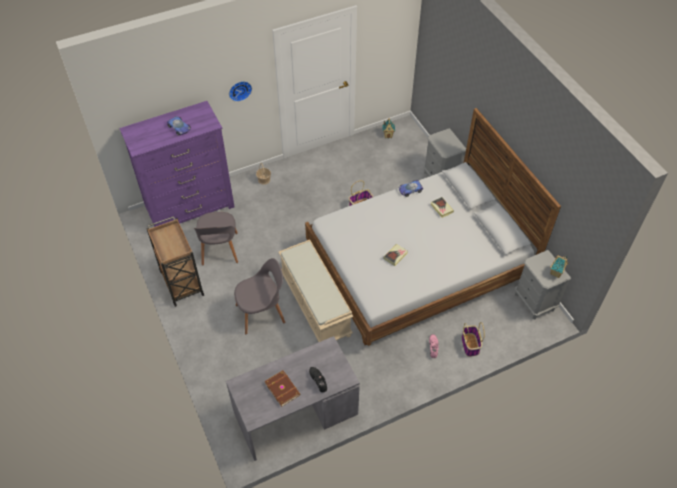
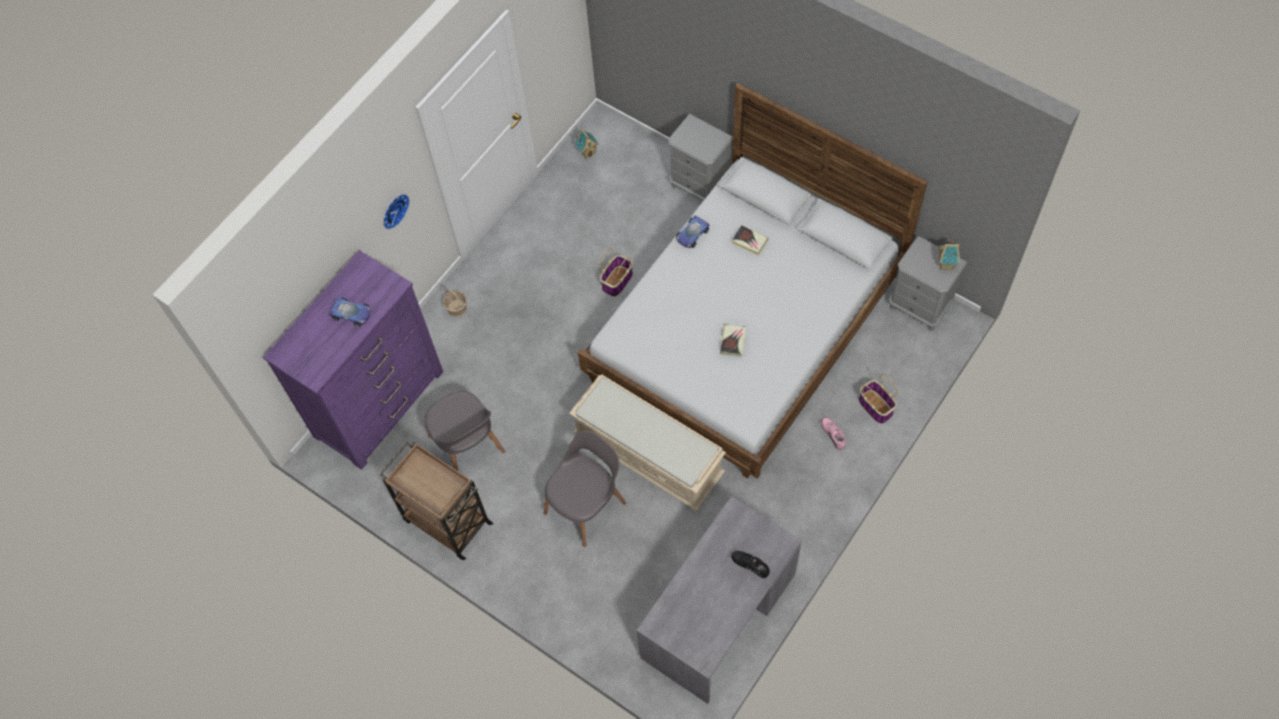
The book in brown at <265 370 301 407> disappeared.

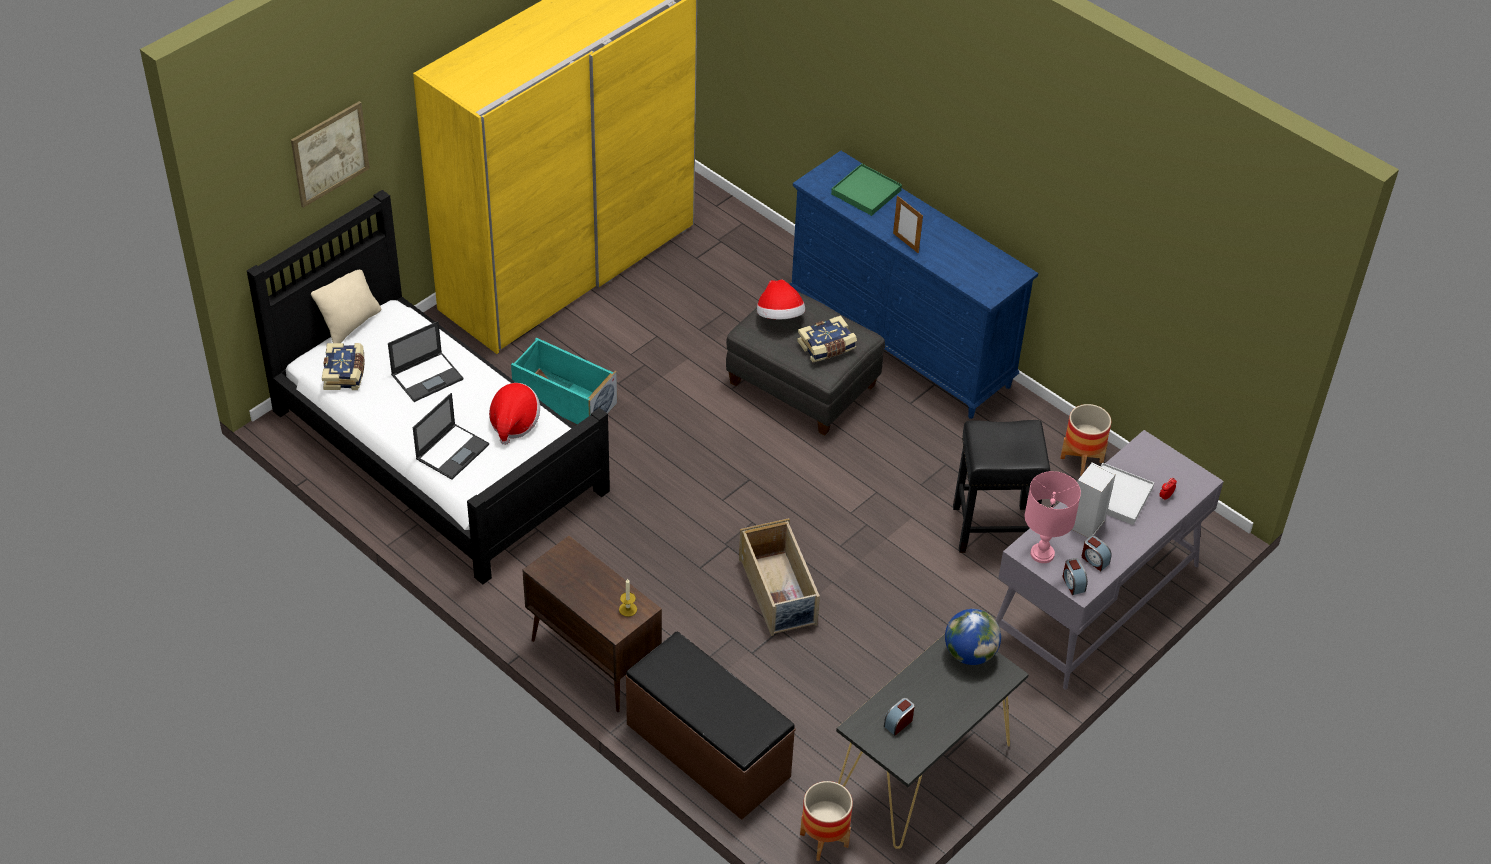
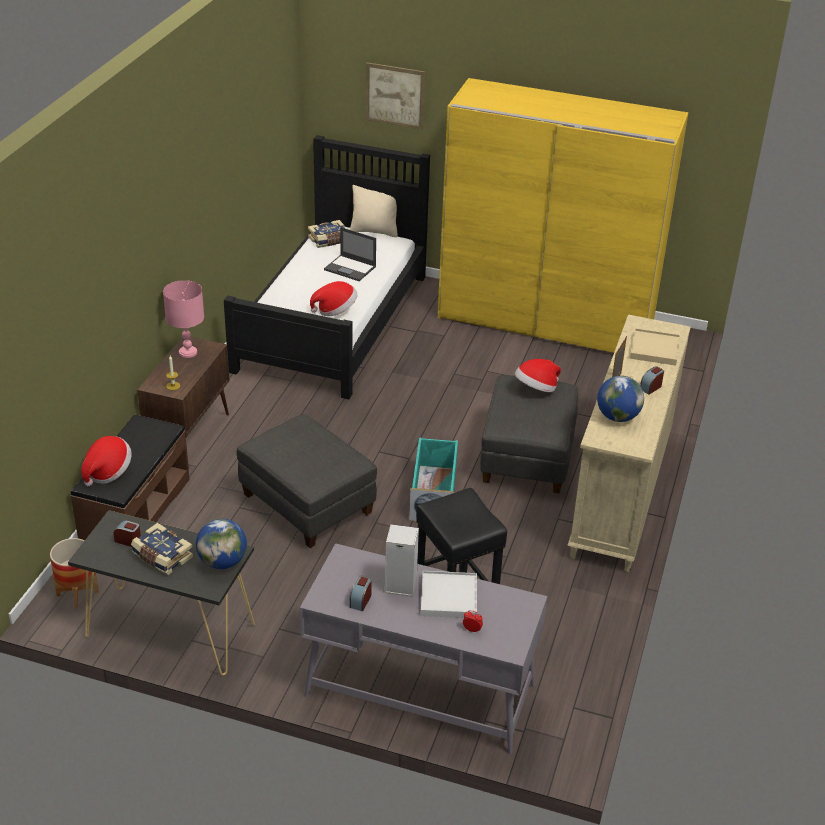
The hat at <81 436 132 486> appeared. The book moved from <797 315 857 363> to <131 523 193 575>. The table lamp in pink moved from <1025 471 1081 563> to <163 280 204 358>. The storage box in beige at <739 518 820 636> was replaced by the ottoman in grey at <236 414 377 548>. The storage box in turquoise moved from <511 338 617 424> to <409 437 458 521>. The dresser in blue at <790 151 1038 419> became the dresser in beige at <567 314 691 572>. The globe at <597 376 644 422> appeared. The tray in green at <831 164 902 216> became the tray in beige at <630 328 680 366>. The alarm clock moved from <1062 558 1088 595> to <640 366 664 395>. The laptop at <413 393 489 480> disappeared. The planter at <1060 404 1111 476> disappeared.

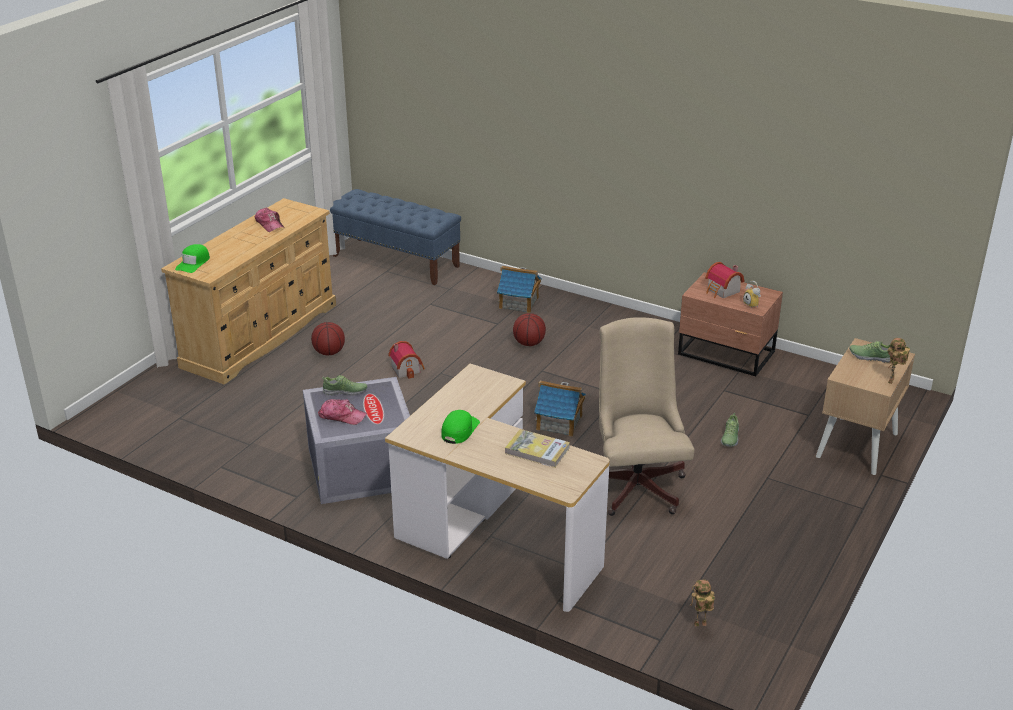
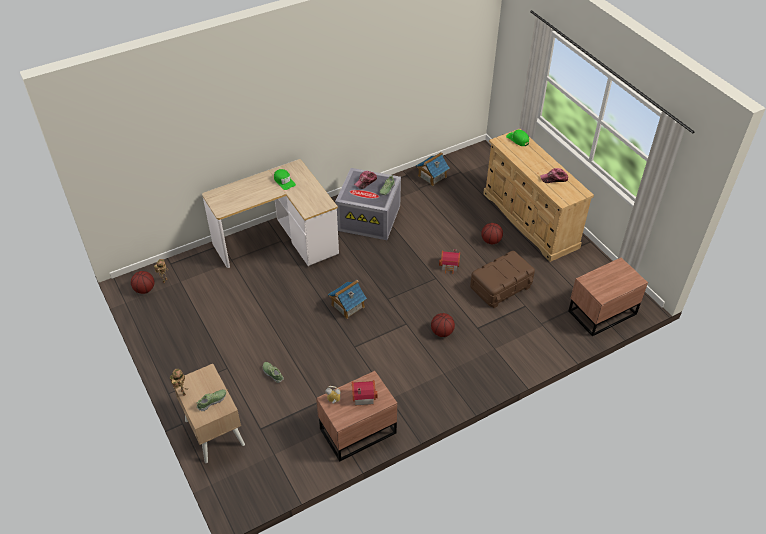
The basketball at <131 271 154 294> appeared. The toy house moved from <497 266 542 313> to <416 152 450 186>. The storage box in brown at <470 251 535 308> appeared. The bench in blue at <330 189 461 285> was replaced by the nightstand in brown at <568 257 648 336>. The book at <505 429 570 468> disappeared. The office chair in beige at <599 317 695 516> disappeared.

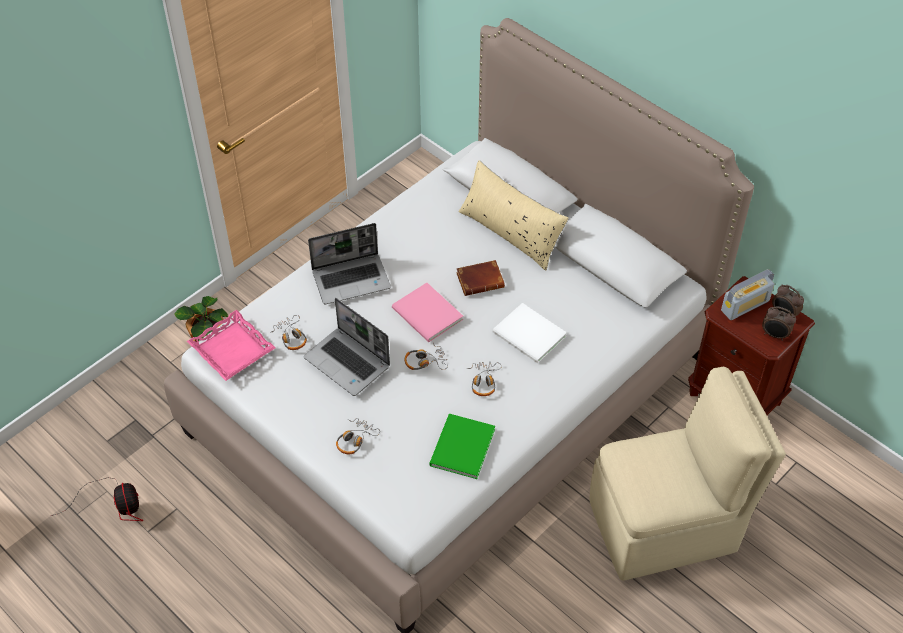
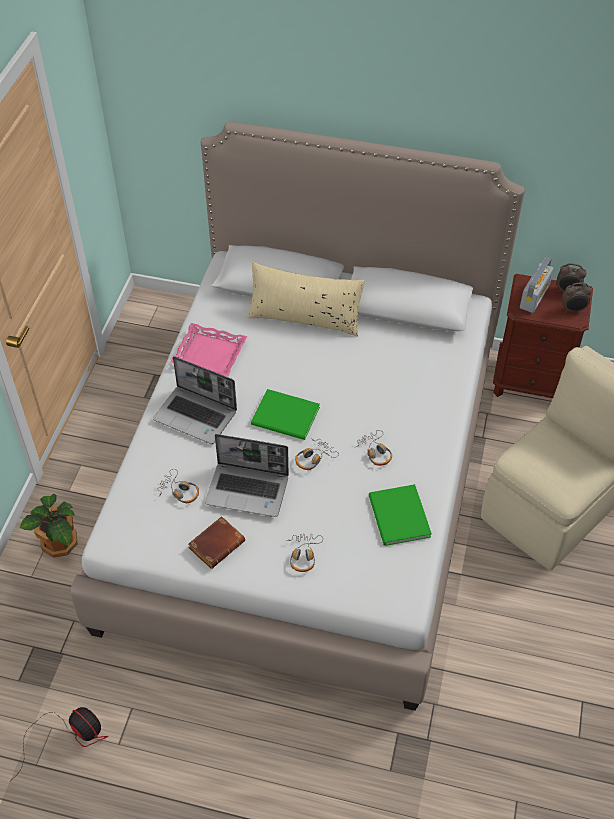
The laptop at <308 223 391 304> turned 75 degrees clockwise. The tray in pink moved from <187 310 276 381> to <170 323 247 377>. The book in brown moved from <456 260 505 296> to <188 516 245 569>. The book in pink at <392 283 463 342> became the book in green at <251 389 320 440>. The book in white at <493 303 567 363> disappeared.

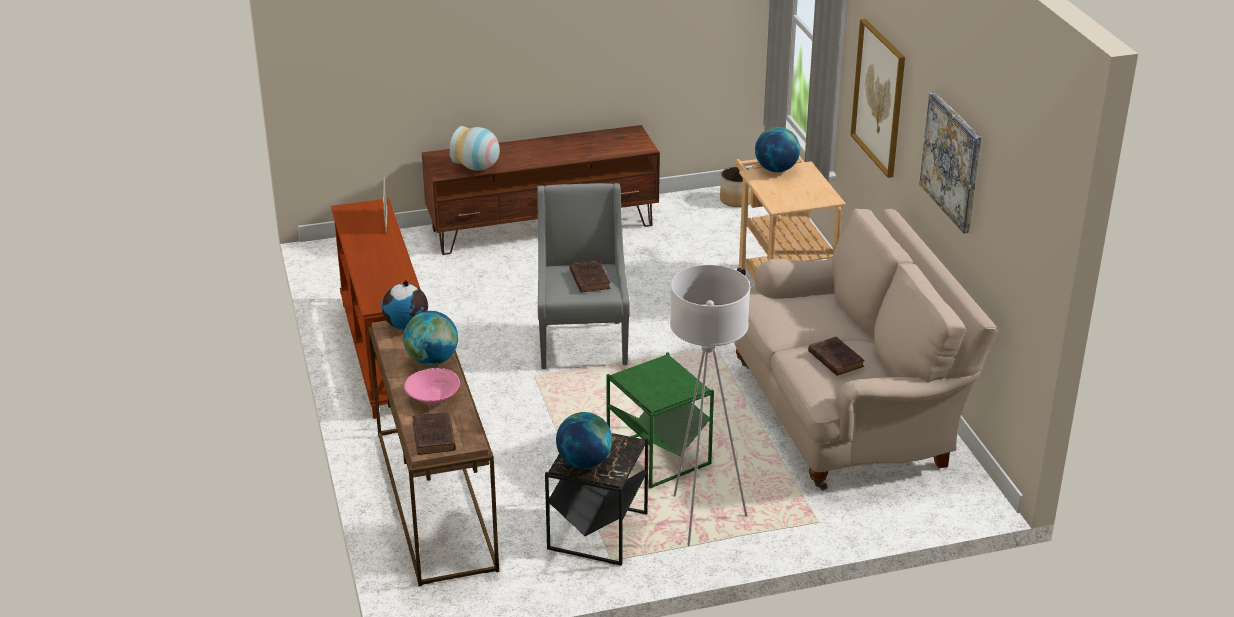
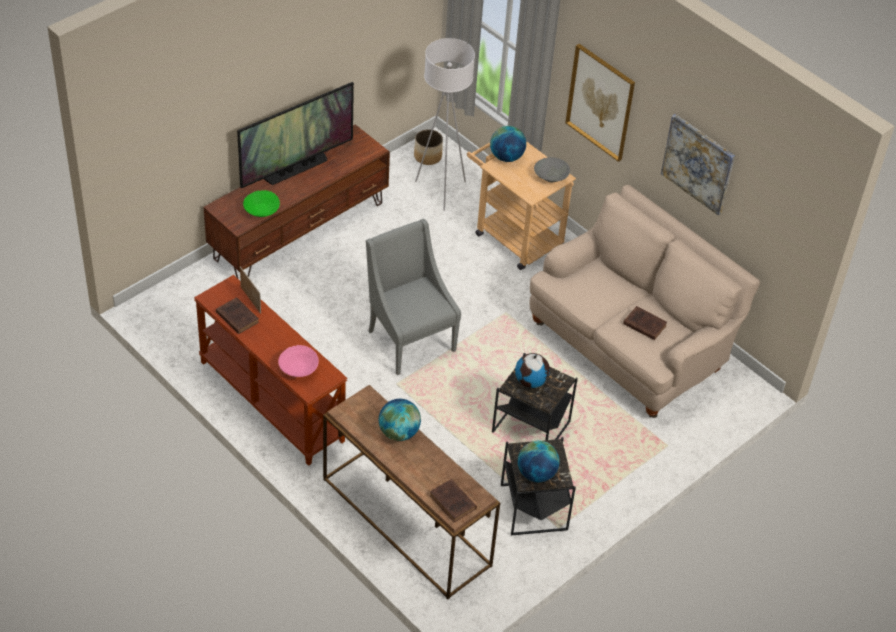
The book in brown moved from <569 260 610 293> to <216 297 259 334>. The television at <237 82 354 188> appeared. The vase at <449 126 500 171> was replaced by the bowl in green at <243 190 280 217>. The bowl in pink moved from <404 368 460 404> to <278 345 319 377>. The floor lamp in white moved from <670 265 750 546> to <415 38 475 211>. The side table in green at <606 352 714 488> became the side table in black at <492 353 578 440>. The globe moved from <382 280 428 330> to <515 353 550 388>. The bowl in grey at <534 157 570 182> appeared.

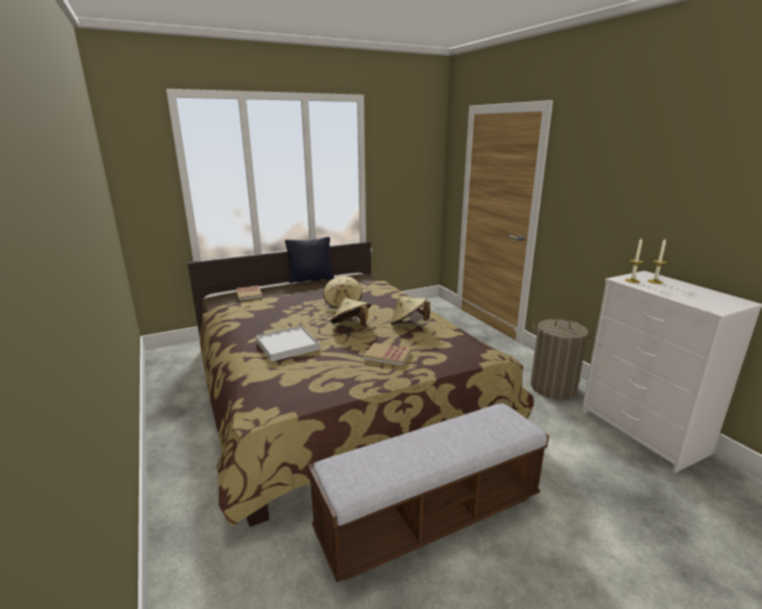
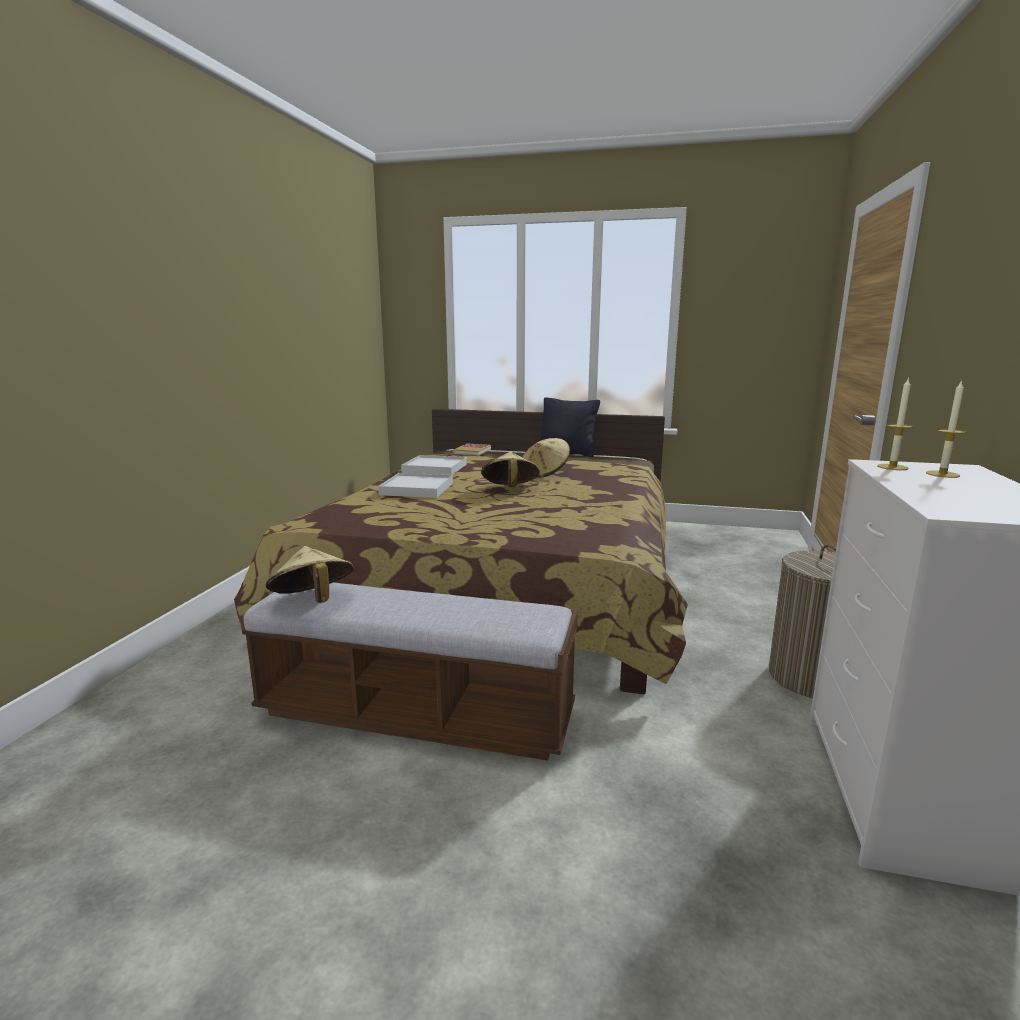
The hat in beige moved from <391 297 430 325> to <266 546 354 603>. The tray in white at <401 455 467 475> appeared. The book at <363 343 411 367> disappeared.

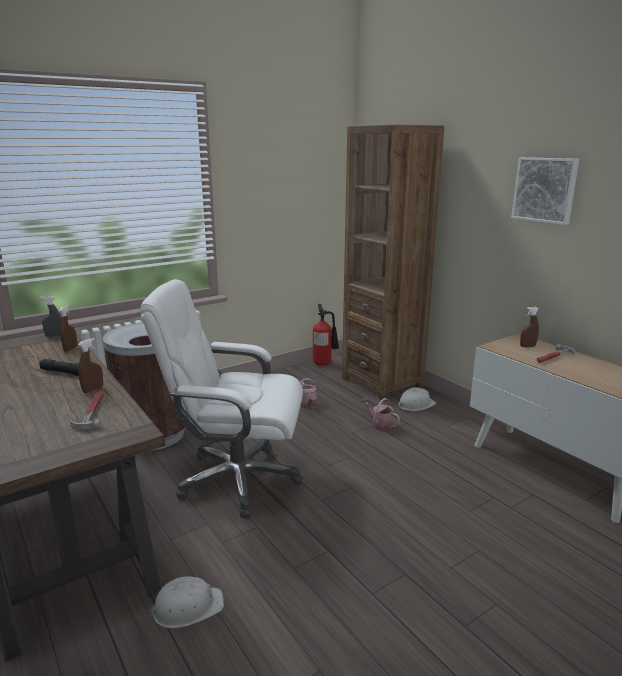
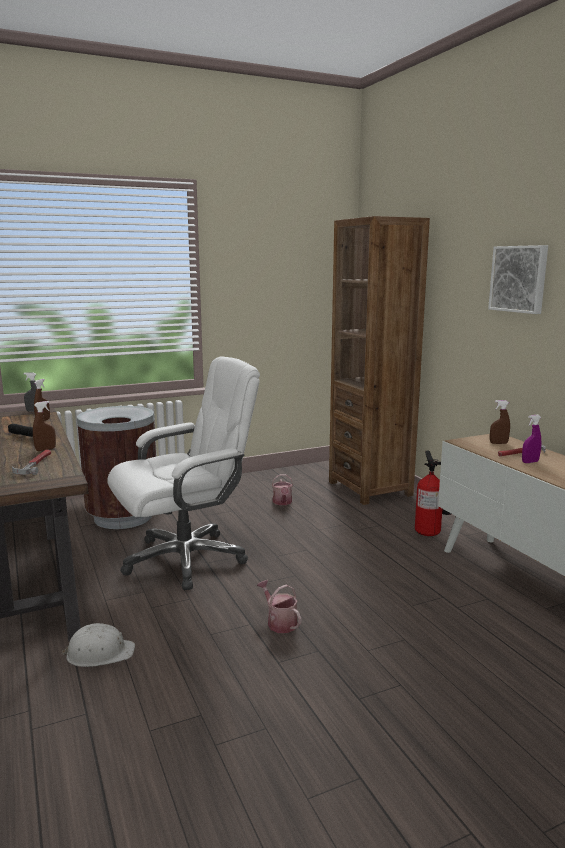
The office chair in white at <140 279 303 518> turned 135 degrees clockwise. The watering can moved from <360 397 400 431> to <257 580 301 633>. The fire extinguisher moved from <313 304 339 365> to <415 451 451 536>. The spray bottle in purple at <522 415 541 463> appeared. The hard hat in white at <398 387 436 411> disappeared.

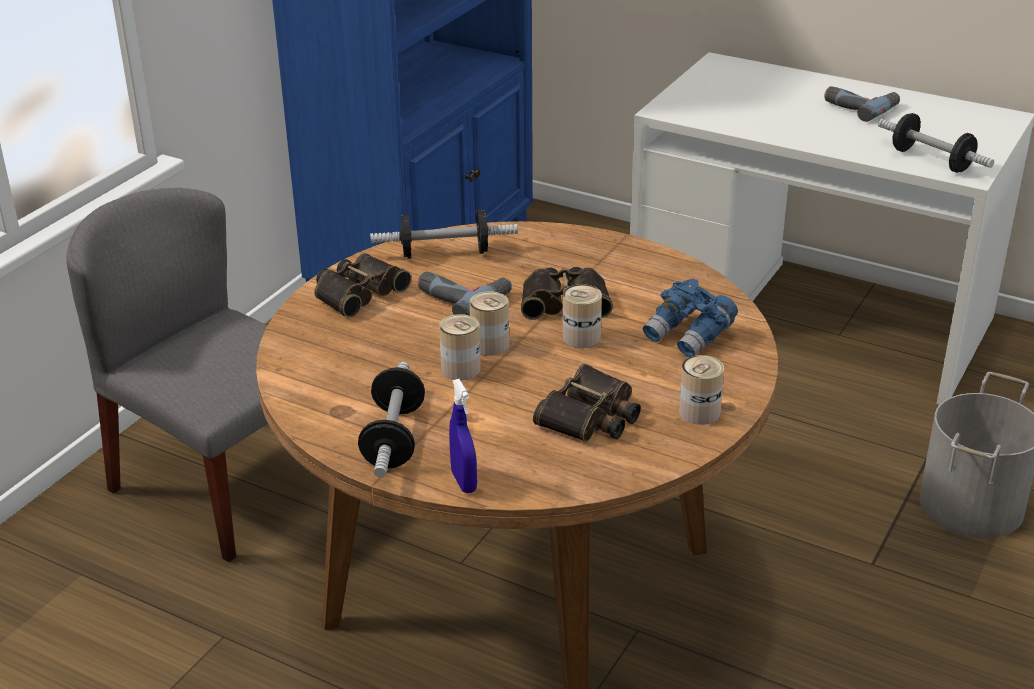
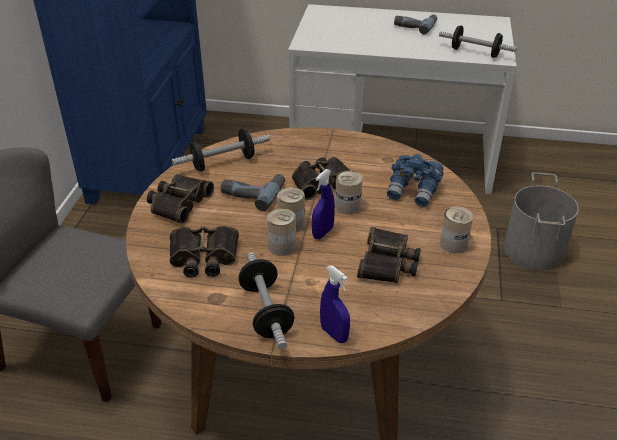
The binoculars at <170 226 239 278> appeared. The spray bottle in blue at <312 169 335 239> appeared.

